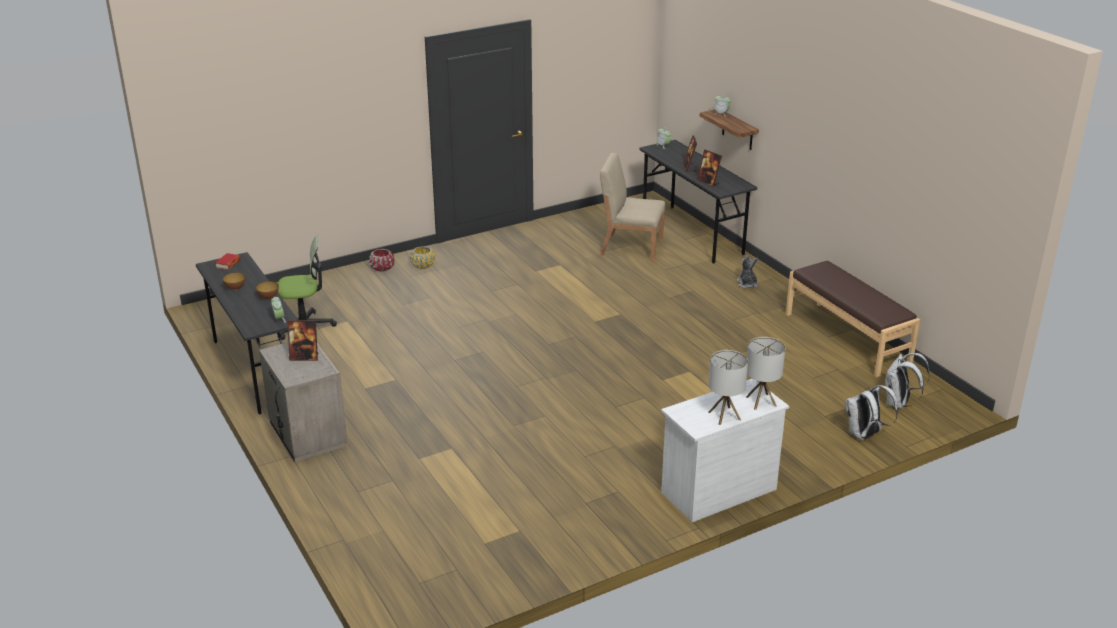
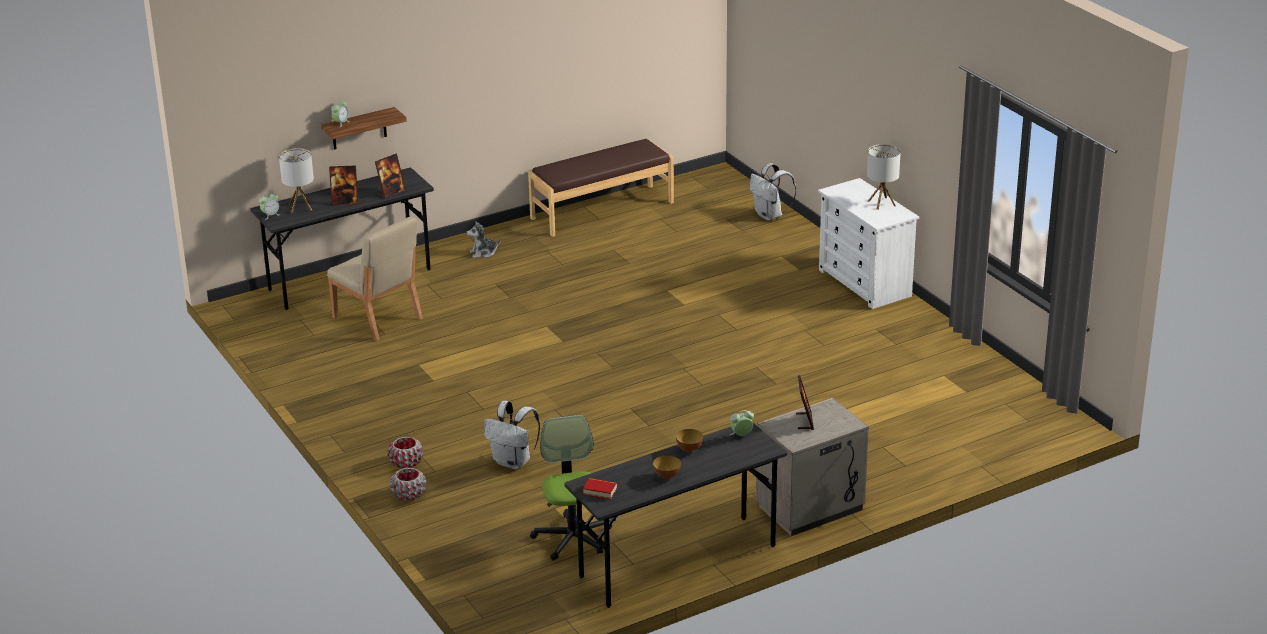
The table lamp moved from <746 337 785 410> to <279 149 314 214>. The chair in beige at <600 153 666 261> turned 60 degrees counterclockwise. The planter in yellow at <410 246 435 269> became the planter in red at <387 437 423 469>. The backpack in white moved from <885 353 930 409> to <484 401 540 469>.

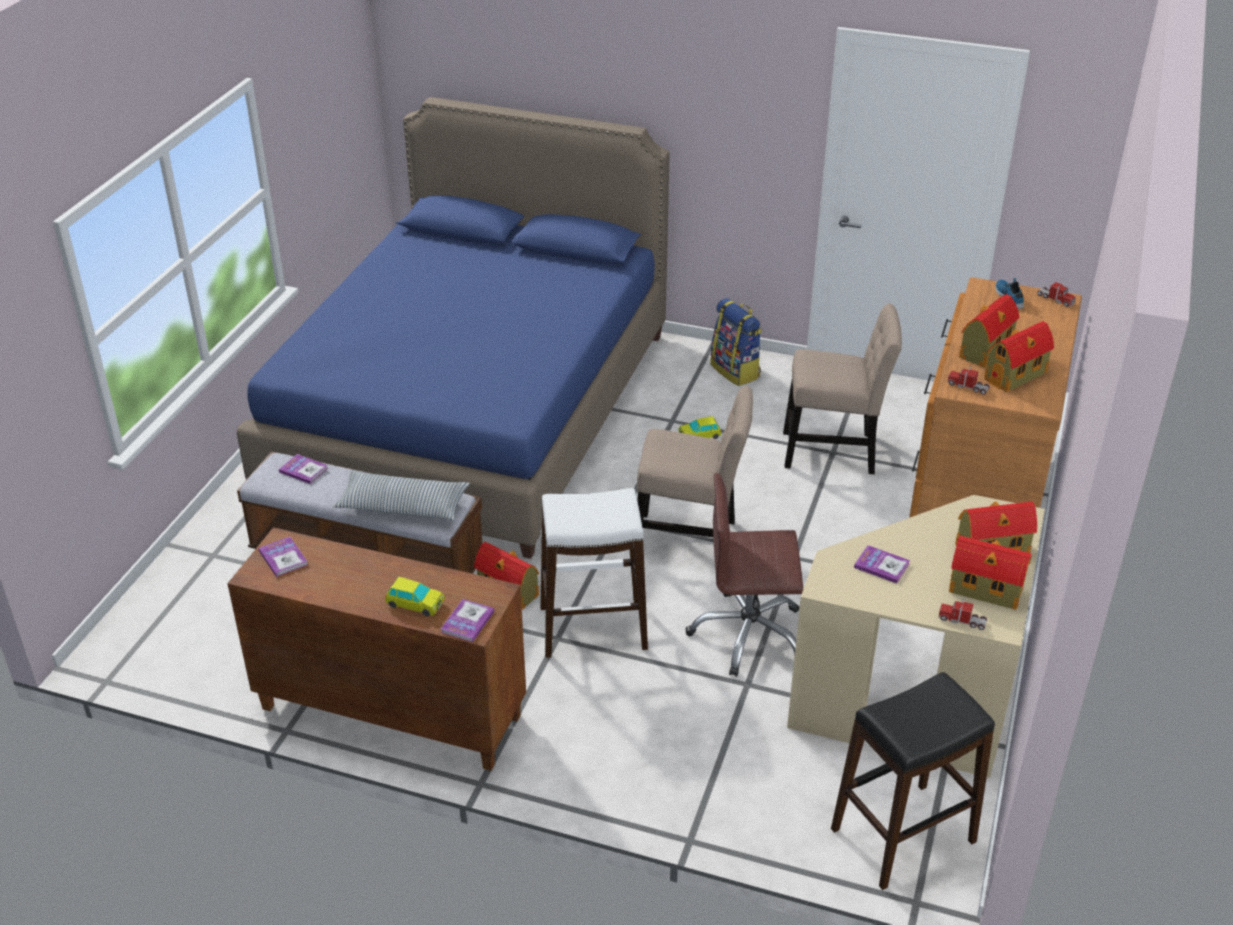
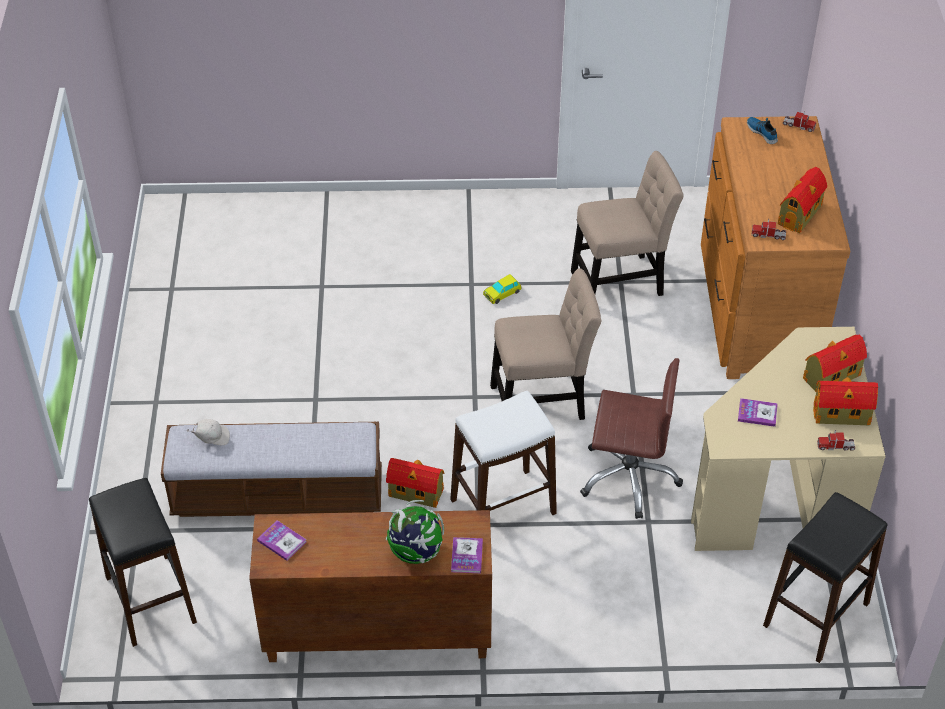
The stool in black at <89 478 197 647> appeared. The book at <279 454 328 484> was replaced by the cap in white at <187 419 230 446>. The toy car at <385 577 445 617> was replaced by the globe at <386 500 444 564>. The office chair in brown at <686 473 803 677> turned 150 degrees counterclockwise. The bed in blue at <237 97 670 559> disappeared. The pillow at <333 470 470 521> disappeared. The backpack at <710 298 762 386> disappeared. The toy house at <959 294 1019 368> disappeared.

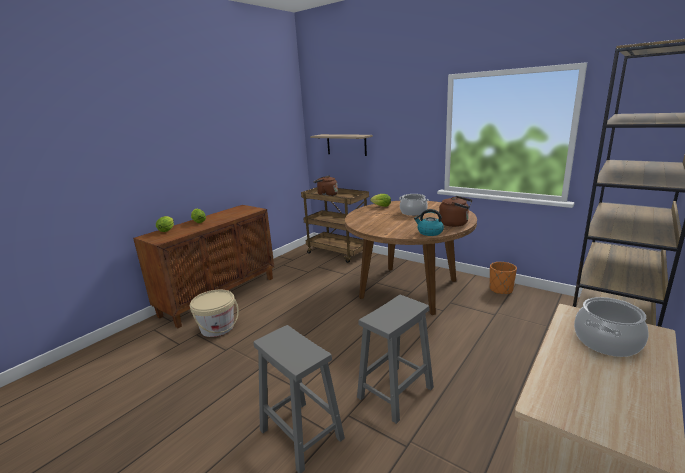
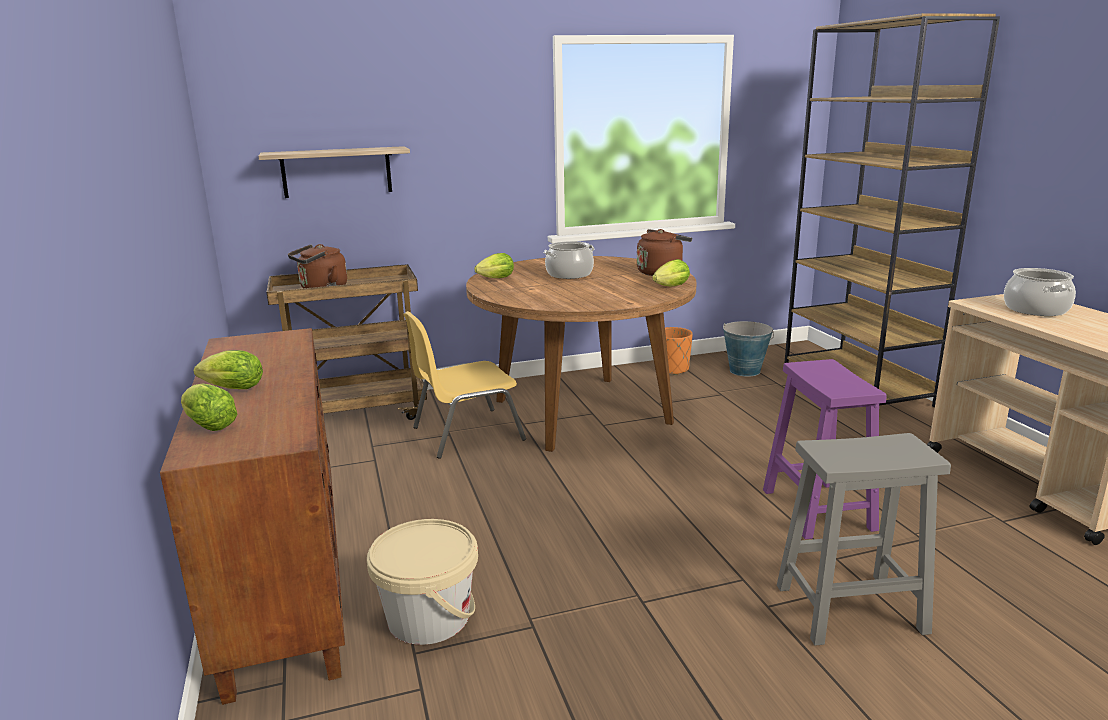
The chair in yellow at <403 311 526 459> appeared. The kettle at <414 209 444 236> was replaced by the lettuce at <652 259 690 287>. The bucket at <723 321 774 377> appeared. The stool in grey at <357 295 434 424> became the stool in purple at <763 359 887 539>.

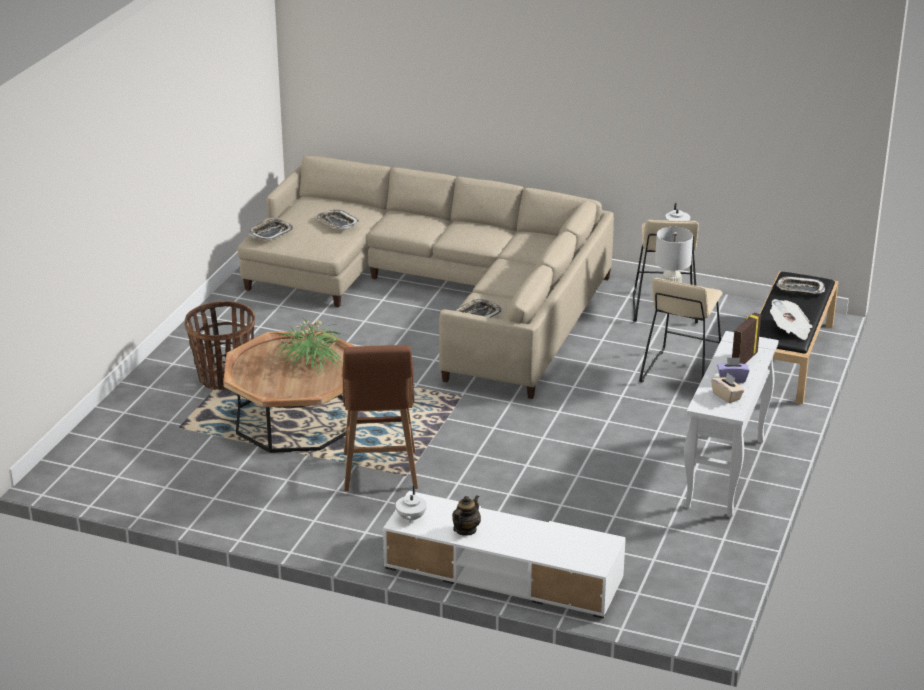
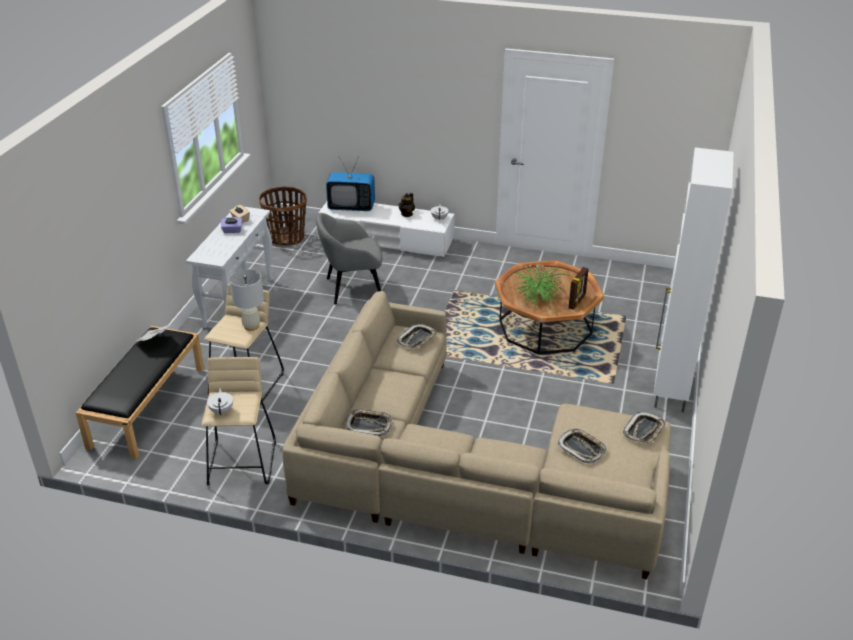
The basket moved from <185 301 255 390> to <259 187 307 246>. The armchair in grey at <316 213 383 305> appeared. The television at <326 159 375 211> appeared. The tray moved from <777 276 825 294> to <346 409 392 436>. The picture frame moved from <732 313 761 364> to <568 267 589 310>. The cabinet in white at <654 148 734 413> appeared. The stool in brown at <342 345 418 492> disappeared.

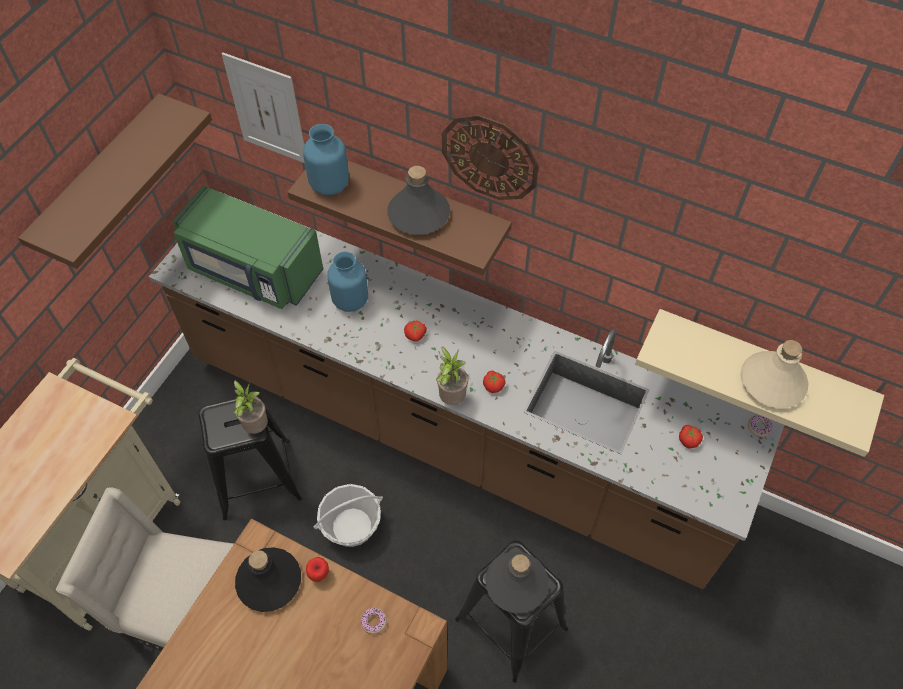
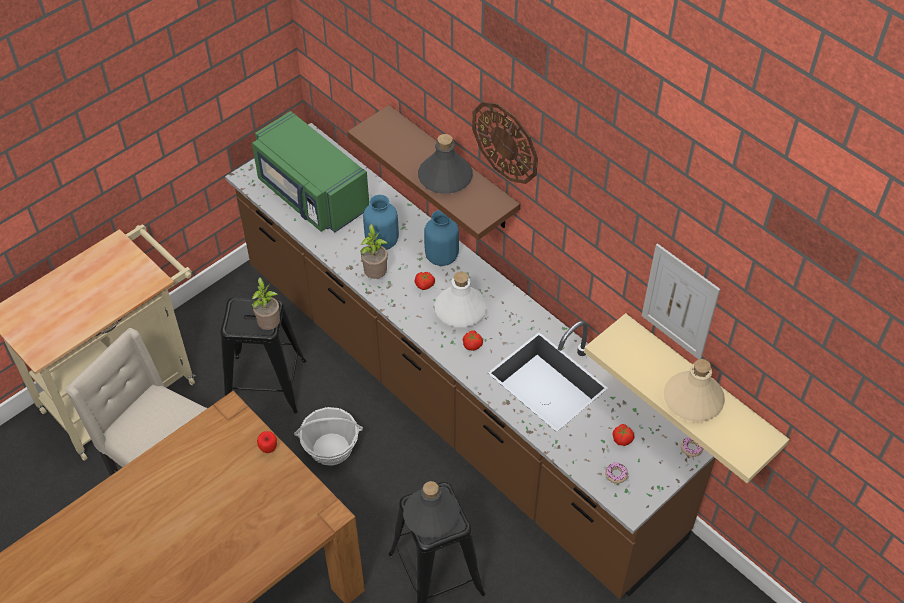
The potted plant moved from <436 346 468 405> to <360 224 388 279>. The vase in blue moved from <303 124 349 195> to <424 210 459 266>. The bottle in white at <434 272 487 327> appeared. The donut moved from <361 608 387 634> to <605 462 628 484>. The picture moved from <222 53 305 163> to <642 243 720 359>. The shelf in brown at <18 93 212 269> disappeared. The bottle in black at <235 547 301 612> disappeared.

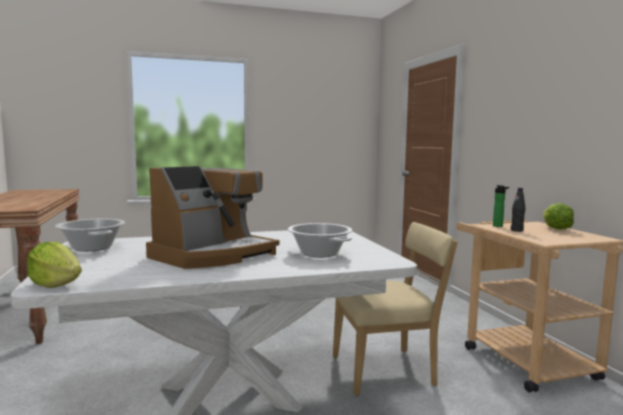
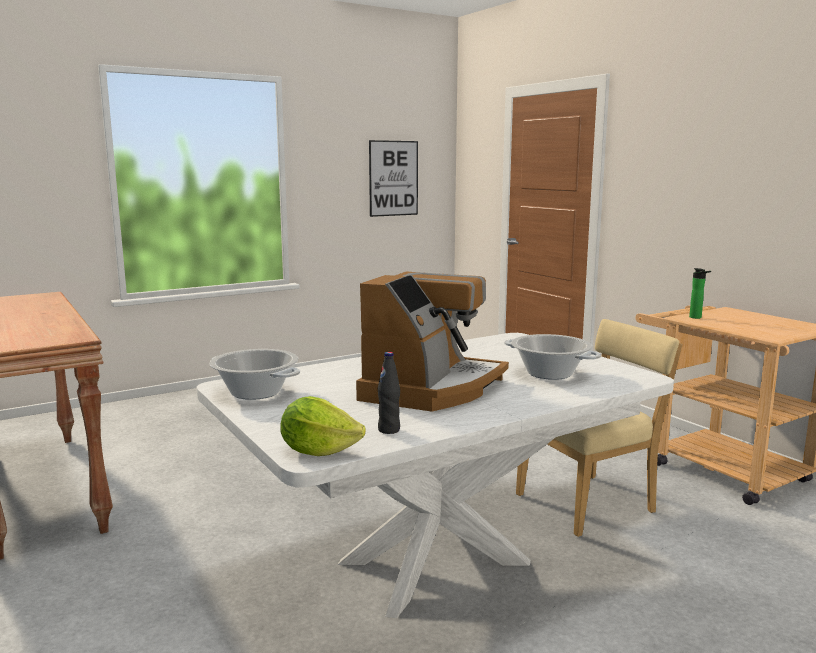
The picture at <369 140 418 217> appeared. The bottle in black moved from <511 188 525 232> to <378 352 400 434>. The lettuce at <543 203 574 230> disappeared.

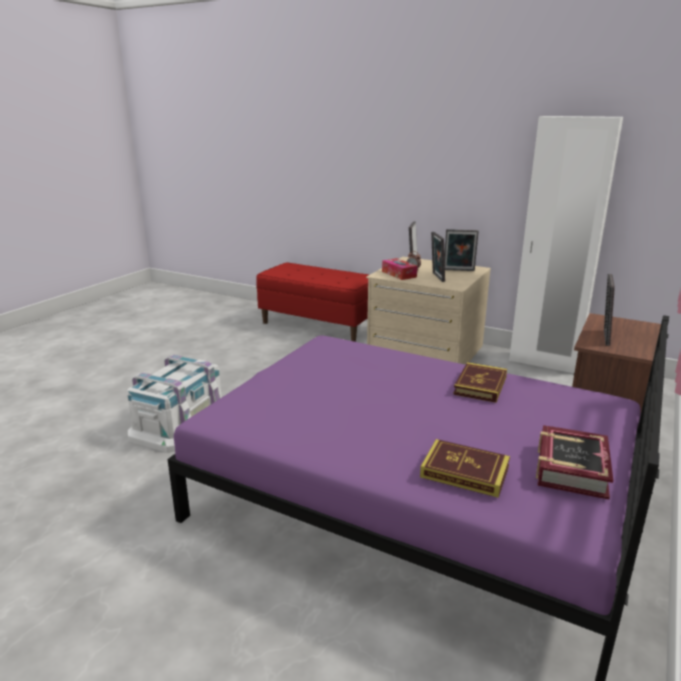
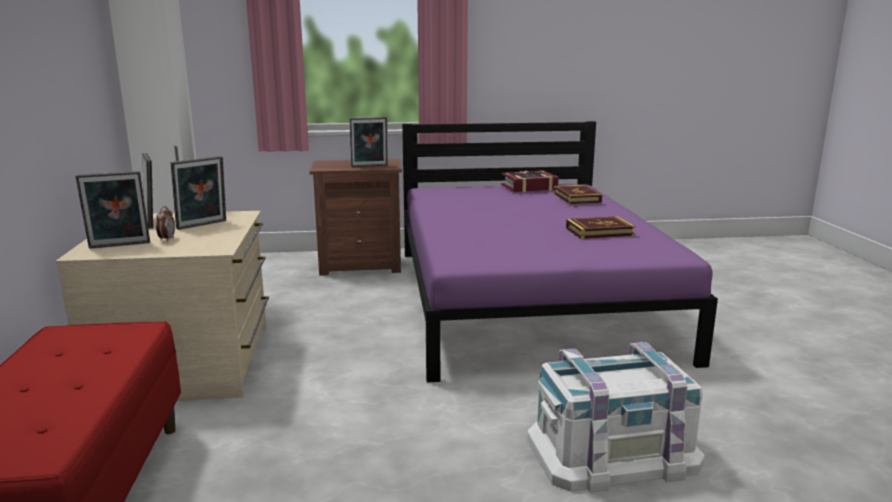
The book moved from <453 362 507 403> to <566 216 635 239>. The tissue box at <382 258 417 280> disappeared.

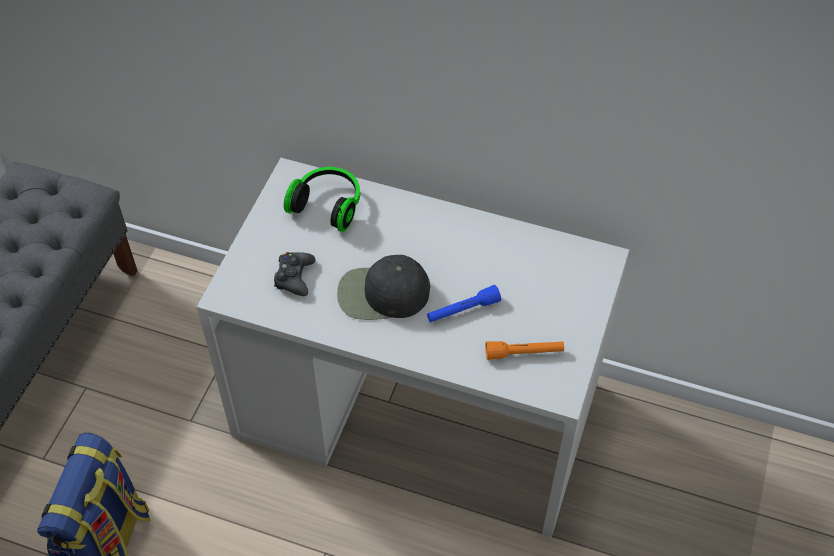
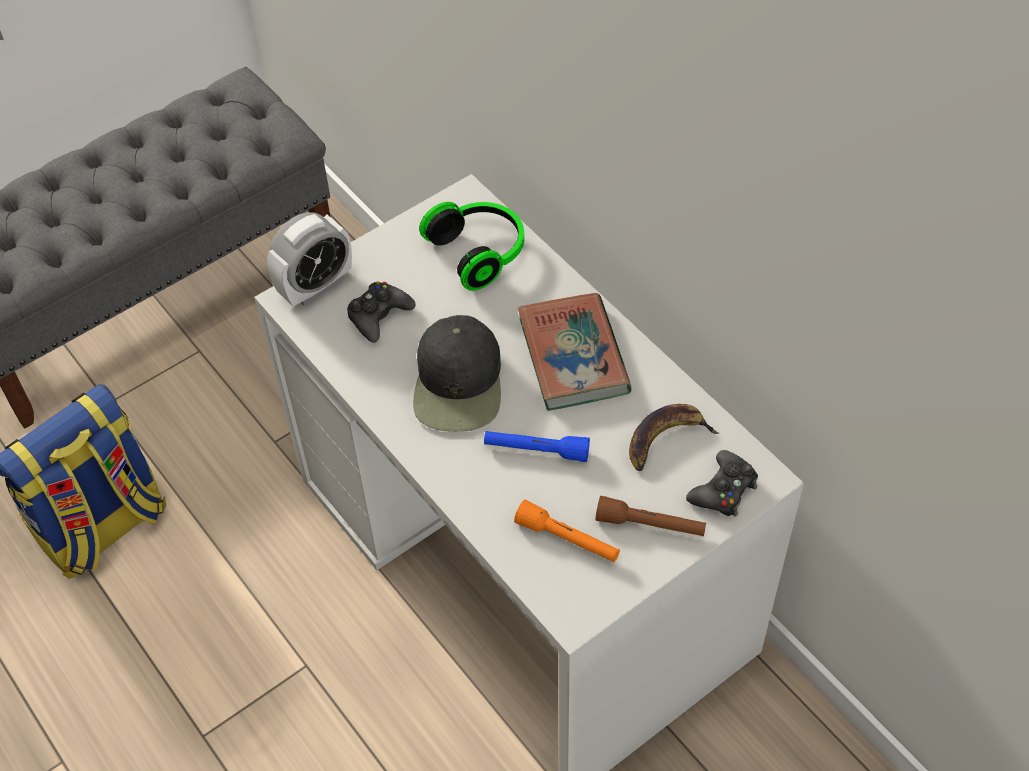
The alarm clock at <267 212 352 306> appeared. The cap in black at <337 255 430 320> turned 120 degrees counterclockwise. The book at <518 293 632 411> appeared. The flashlight in brown at <596 496 706 536> appeared. The banana at <629 404 719 471> appeared. The game controller in black at <686 450 758 517> appeared.

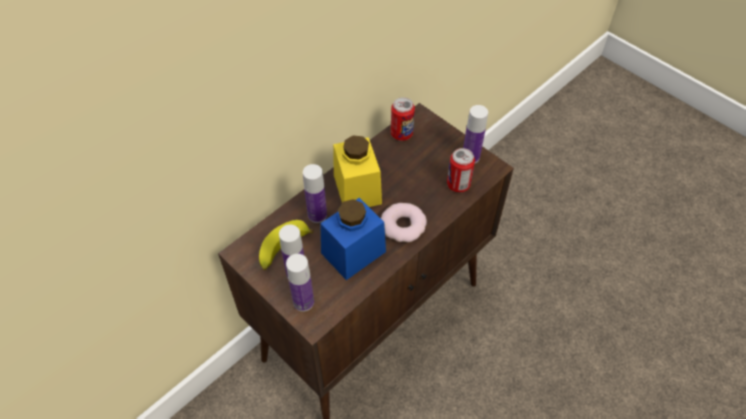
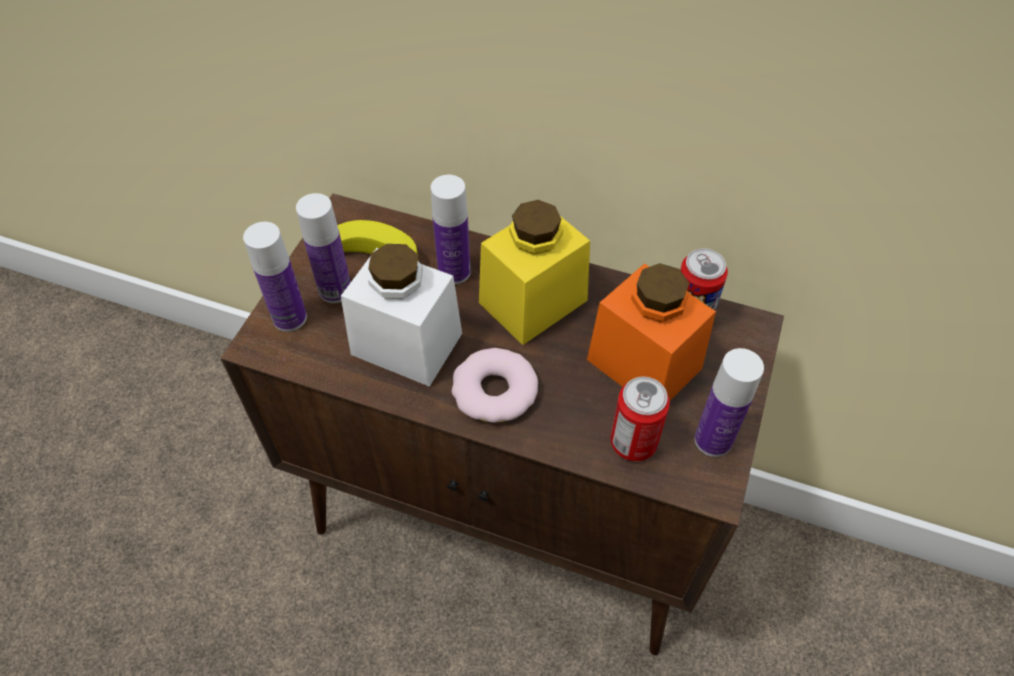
The jar in blue at <320 198 386 280> became the jar in white at <341 244 462 387>. The jar in orange at <587 263 716 401> appeared.

